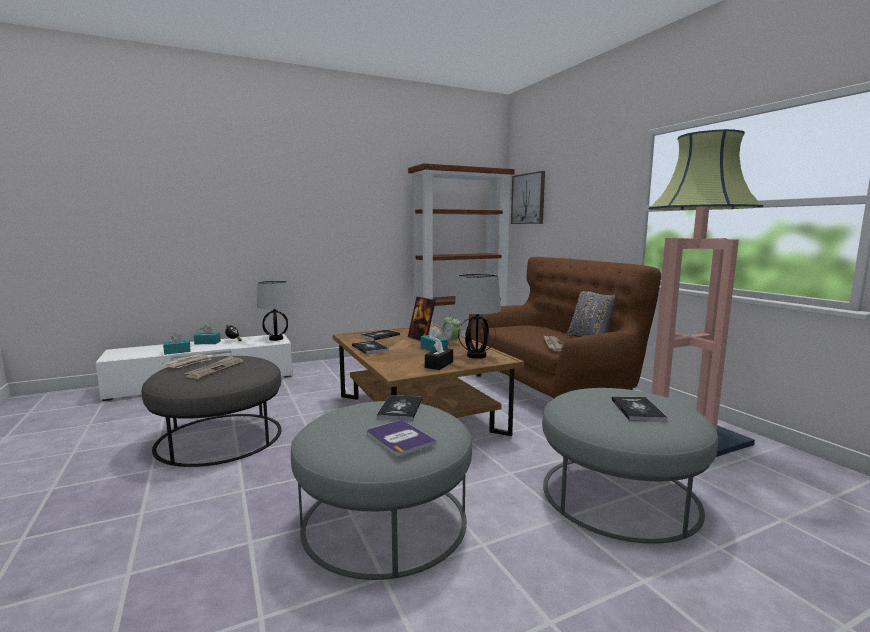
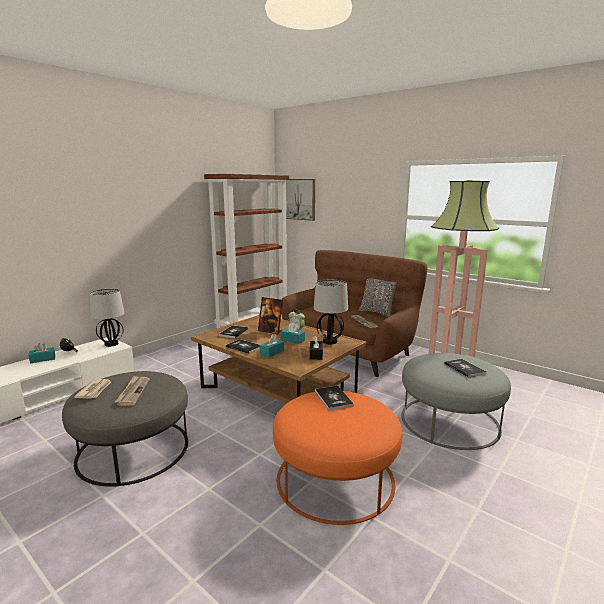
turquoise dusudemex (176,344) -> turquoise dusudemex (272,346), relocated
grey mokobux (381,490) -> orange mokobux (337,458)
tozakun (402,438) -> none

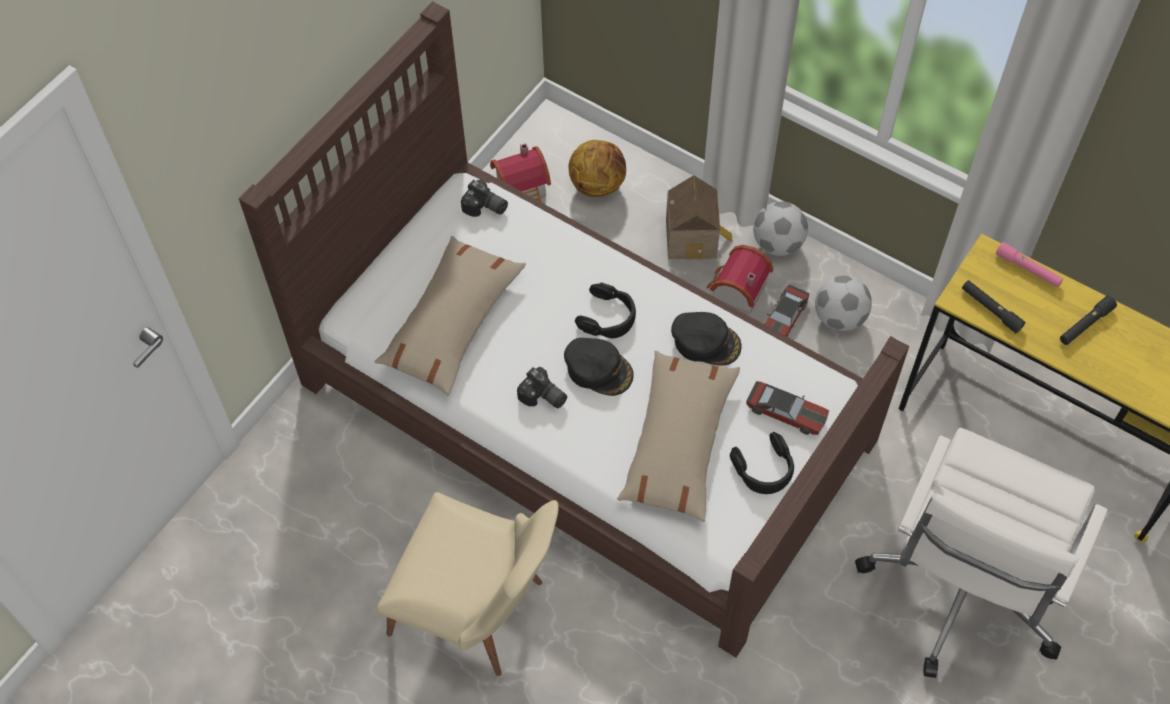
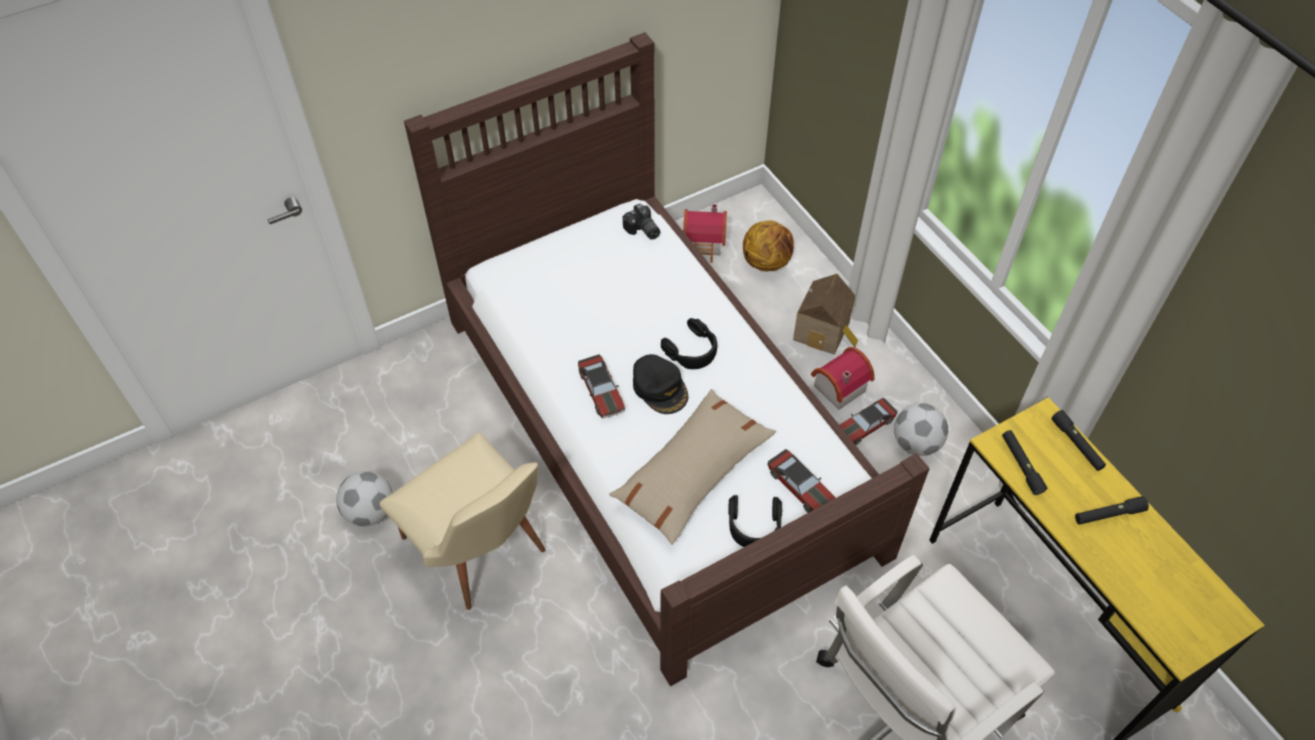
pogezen (780,228) -> pogezen (364,498), relocated
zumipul (542,387) -> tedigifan (601,386)
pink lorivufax (1029,265) -> black lorivufax (1078,440)
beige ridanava (450,316) -> none
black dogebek (706,339) -> none

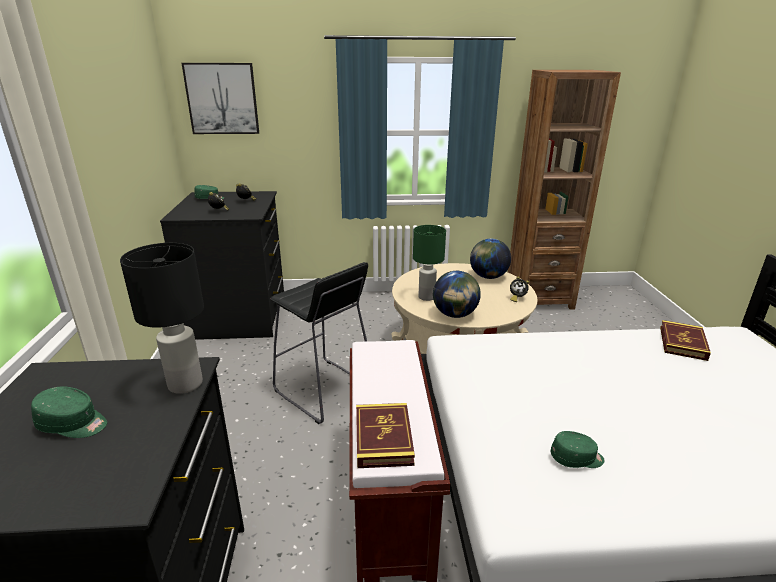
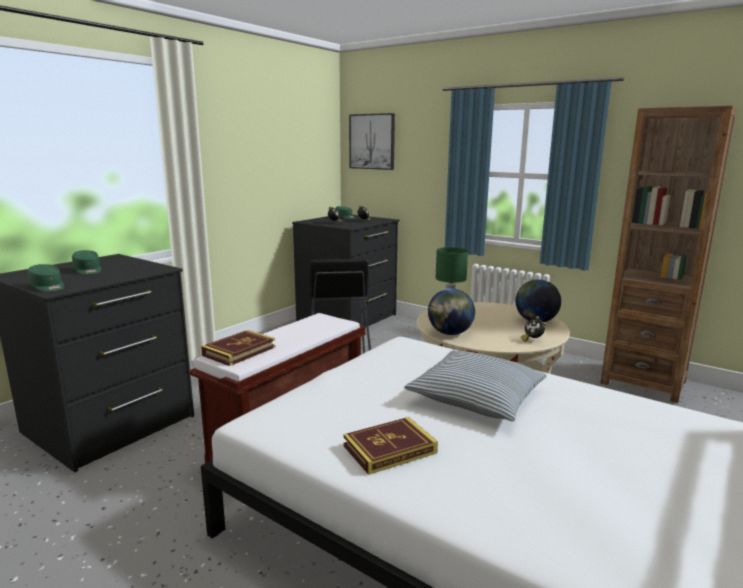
green dogebek (578,449) -> green dogebek (46,278), relocated
tozakun (685,340) -> tozakun (390,446), relocated
none -> ridanava (475,386)
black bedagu (162,318) -> none

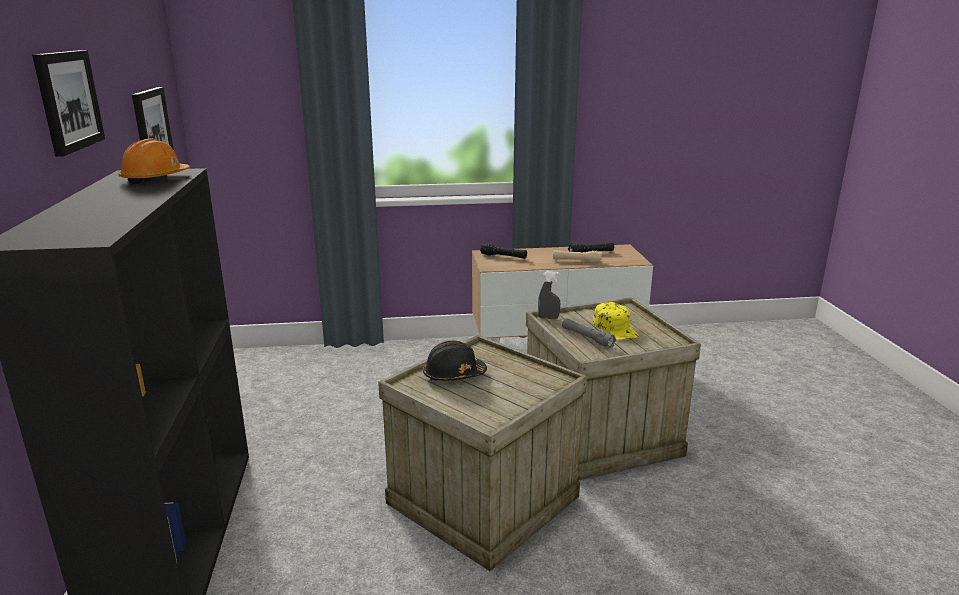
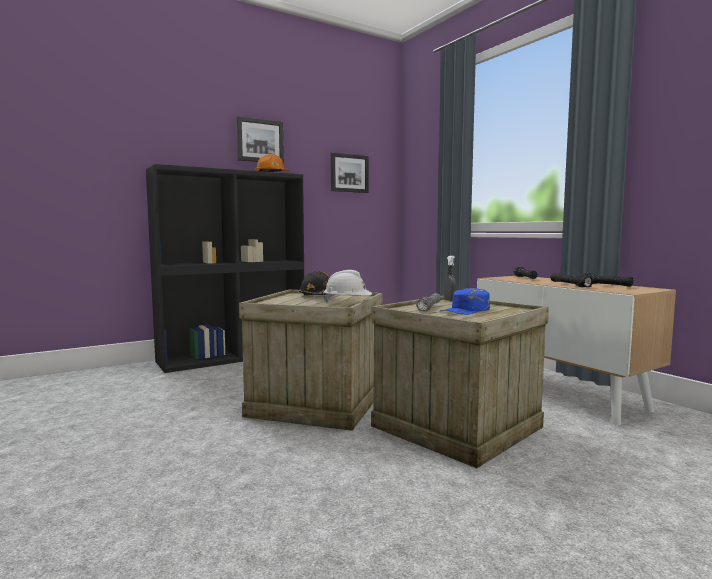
none -> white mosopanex (347,286)
yellow dogebek (616,321) -> blue dogebek (465,301)
beige lorivufax (577,256) -> black lorivufax (572,280)

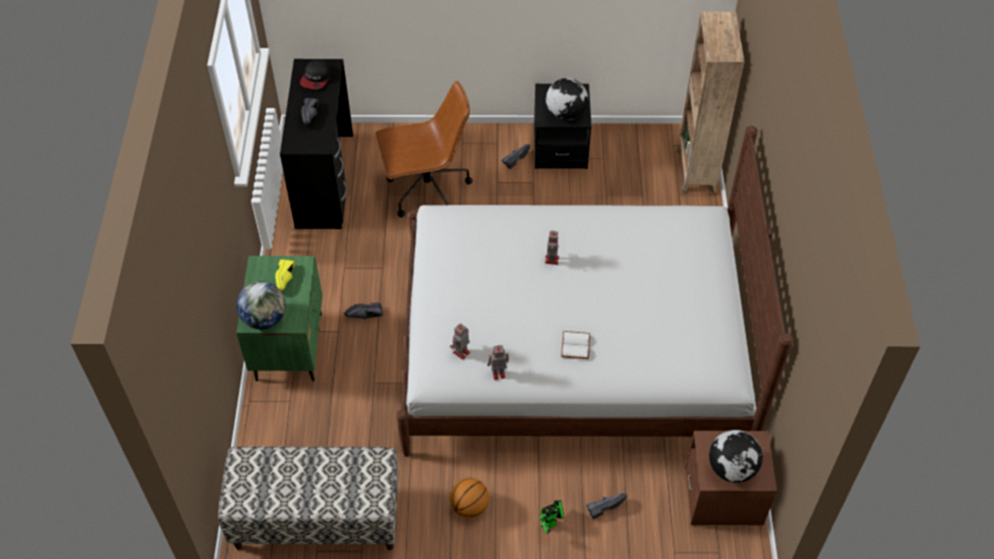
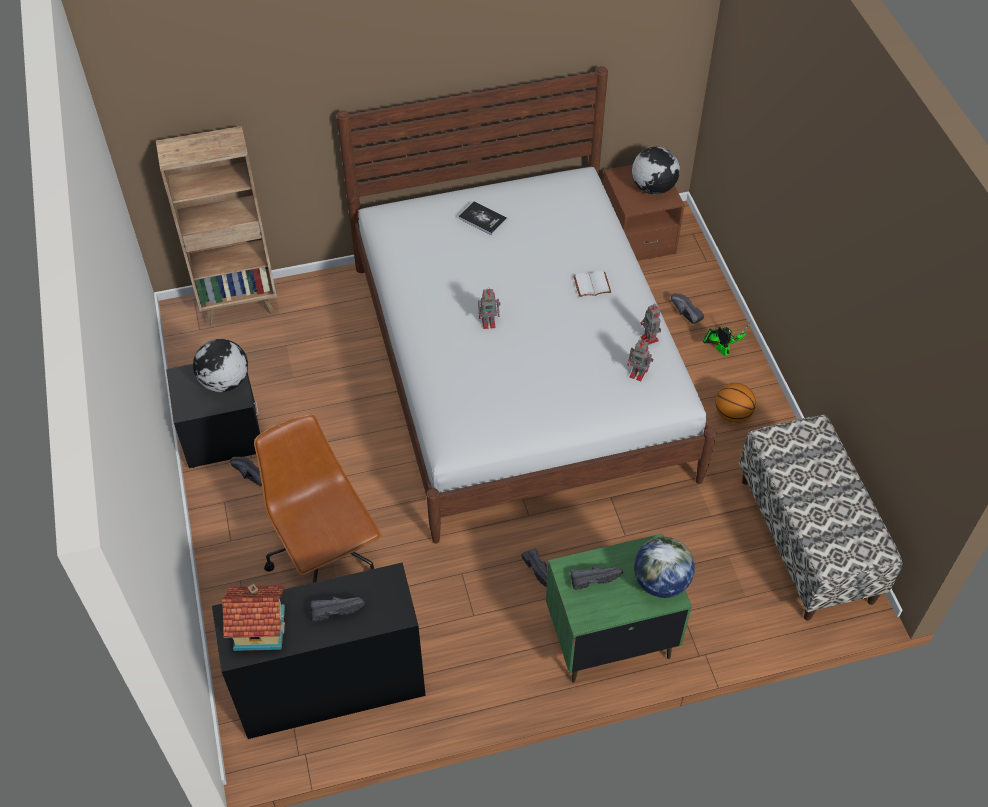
dogebek (315,74) -> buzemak (253,617)
none -> tozakun (482,218)
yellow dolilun (285,275) -> black dolilun (597,578)

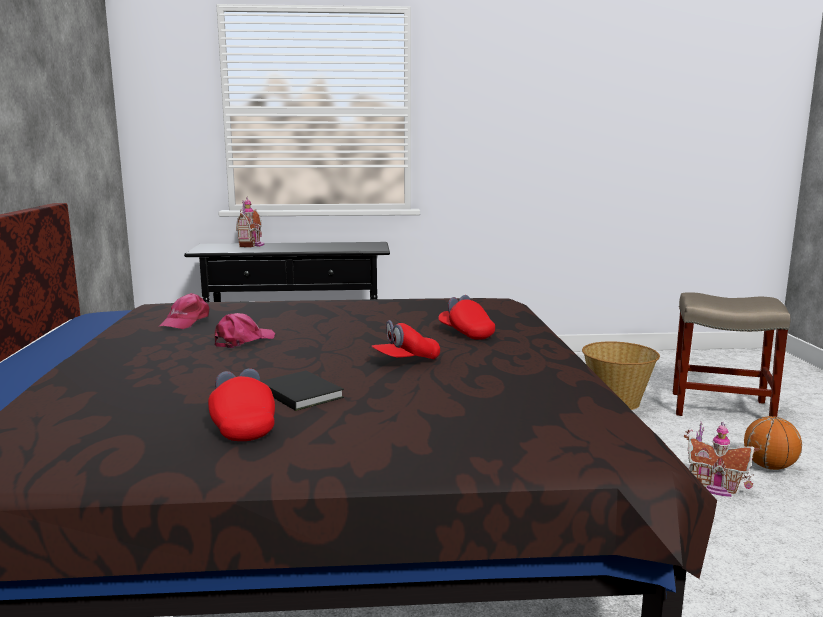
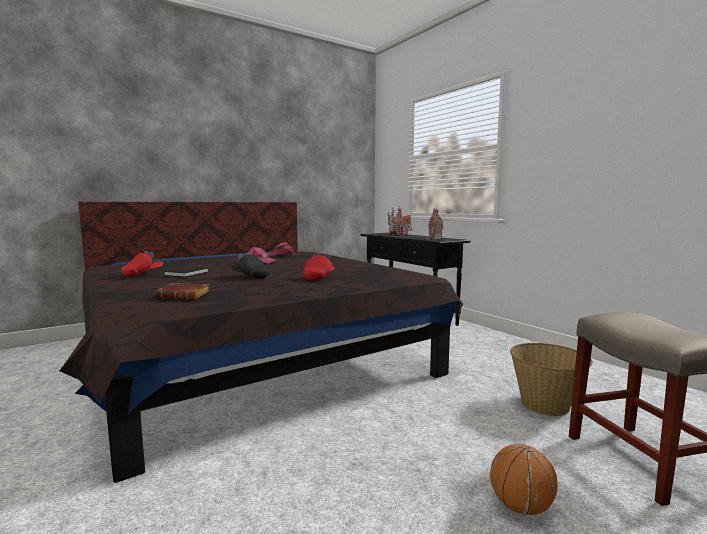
none -> brown tozakun (182,291)
red dogebek (405,339) -> black dogebek (250,265)
buzemak (721,459) -> buzemak (435,223), relocated

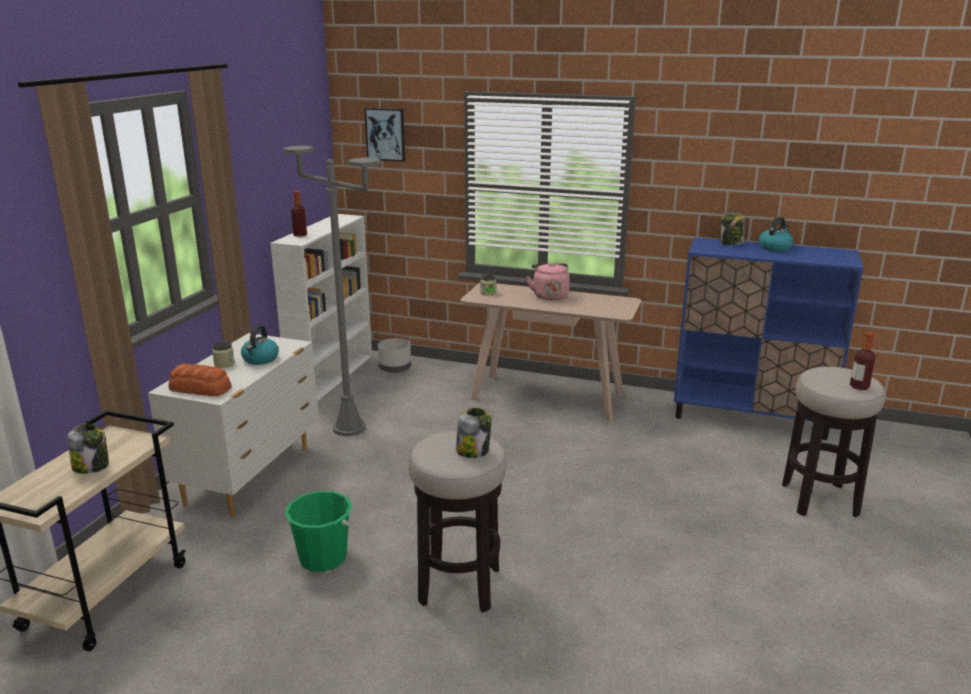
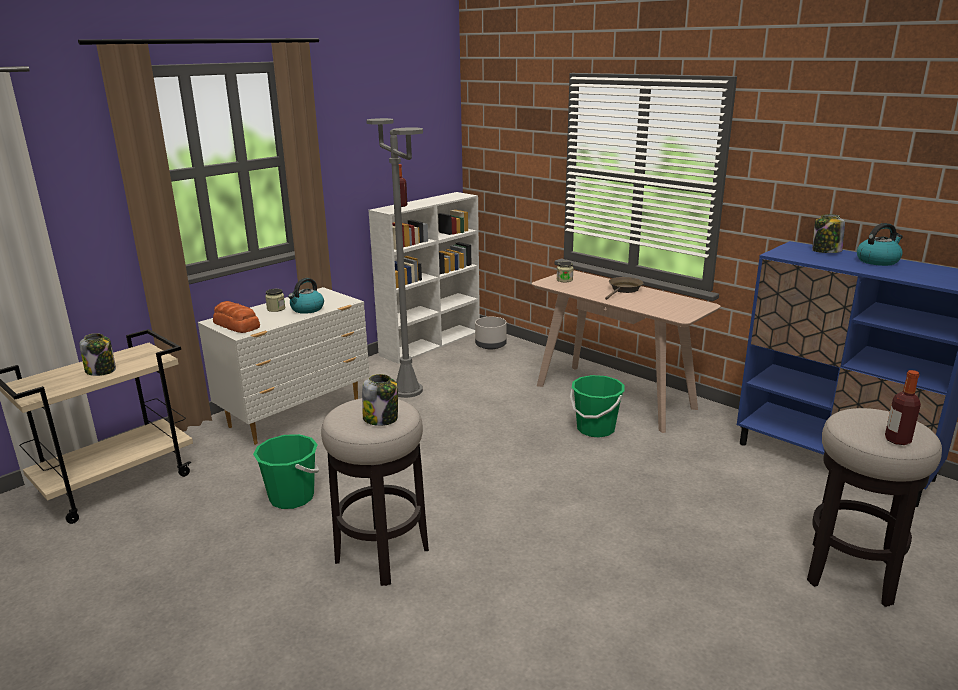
none -> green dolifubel (597,406)
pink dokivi (548,281) -> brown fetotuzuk (624,288)
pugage (384,135) -> none

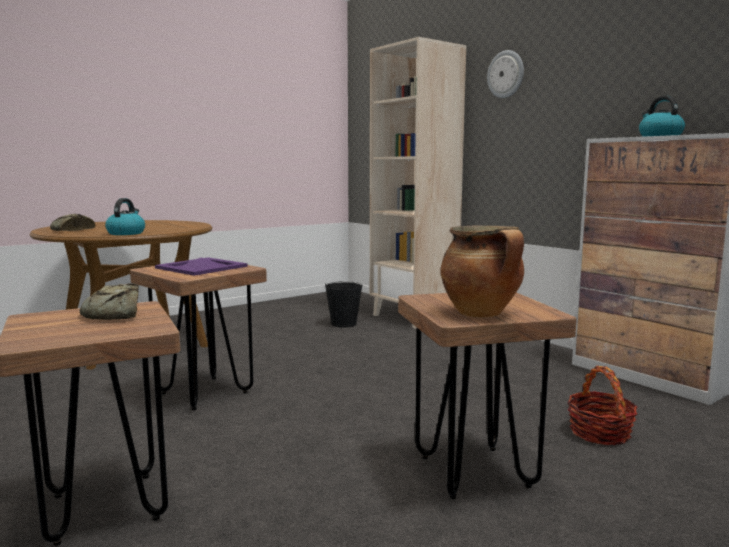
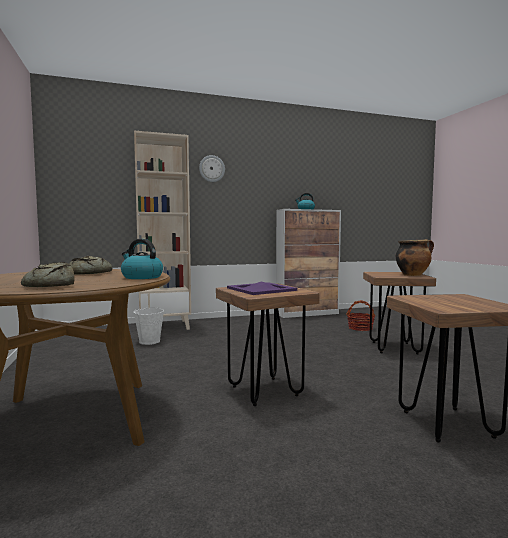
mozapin (109,301) -> mozapin (90,265), relocated
black dolifubel (344,304) -> white dolifubel (148,326)

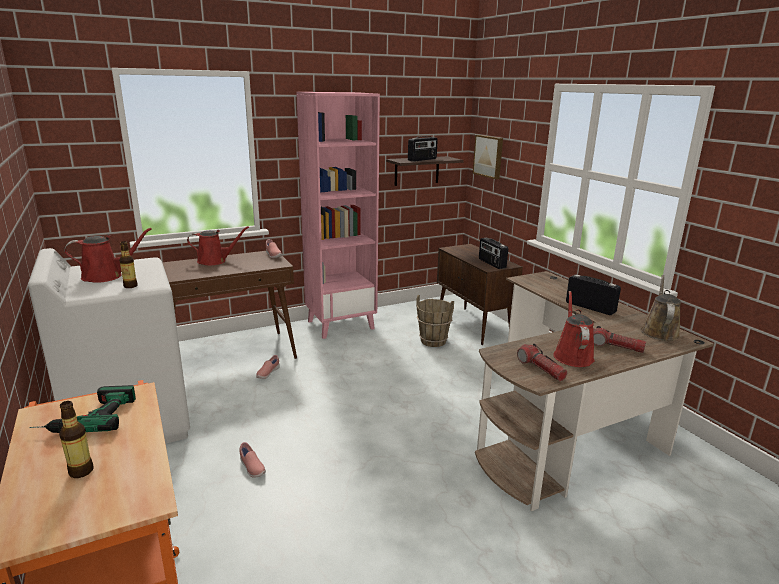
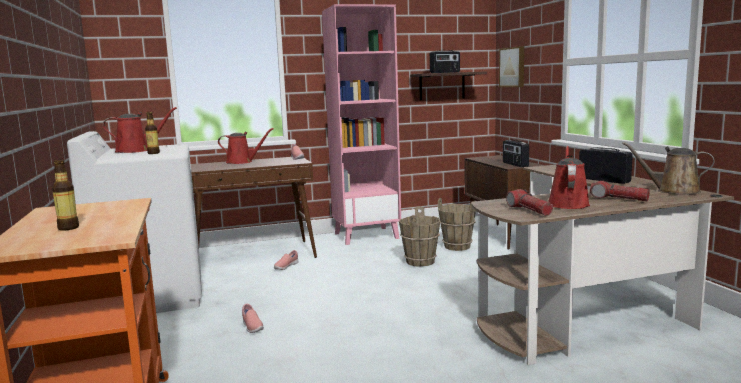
none -> brown dolifubel (419,236)
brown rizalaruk (661,308) -> brown rizalaruk (668,168), 90 degrees counterclockwise
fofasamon (82,409) -> none

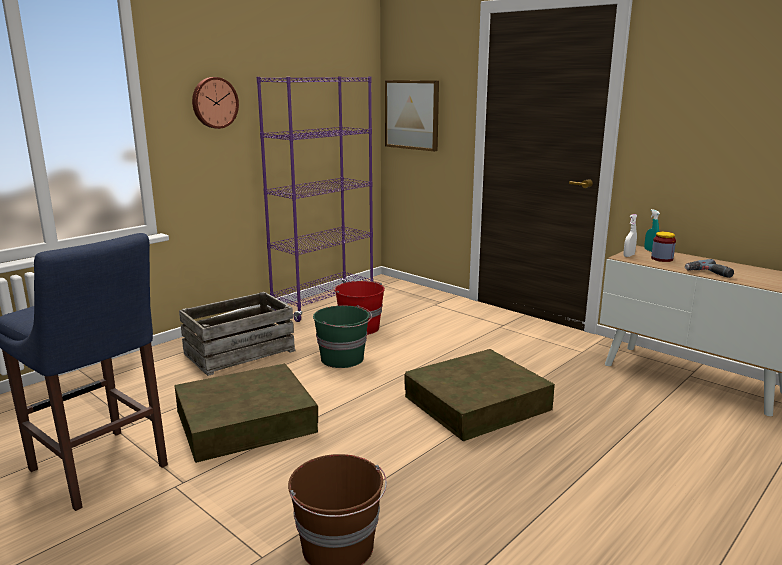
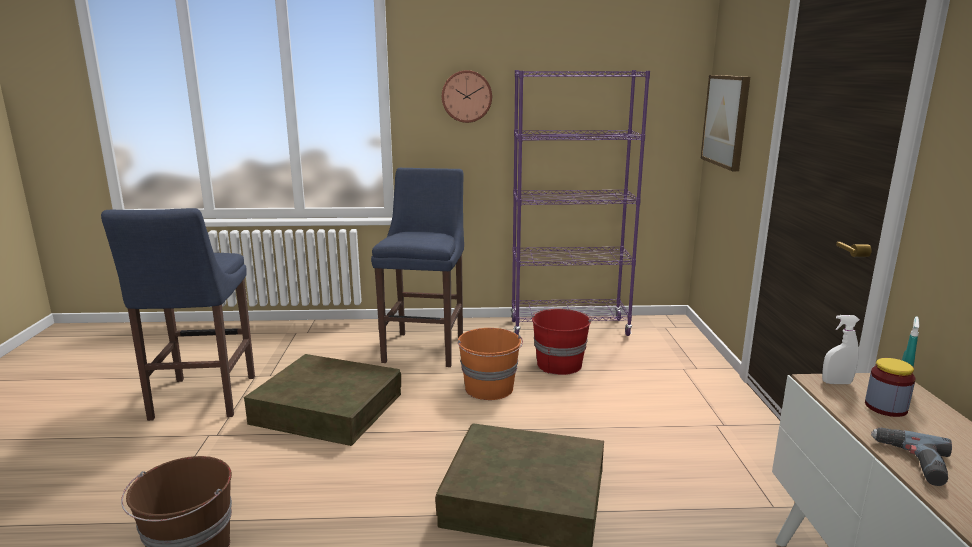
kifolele (237,334) -> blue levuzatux (417,267)
green dolifubel (342,336) -> orange dolifubel (490,364)

